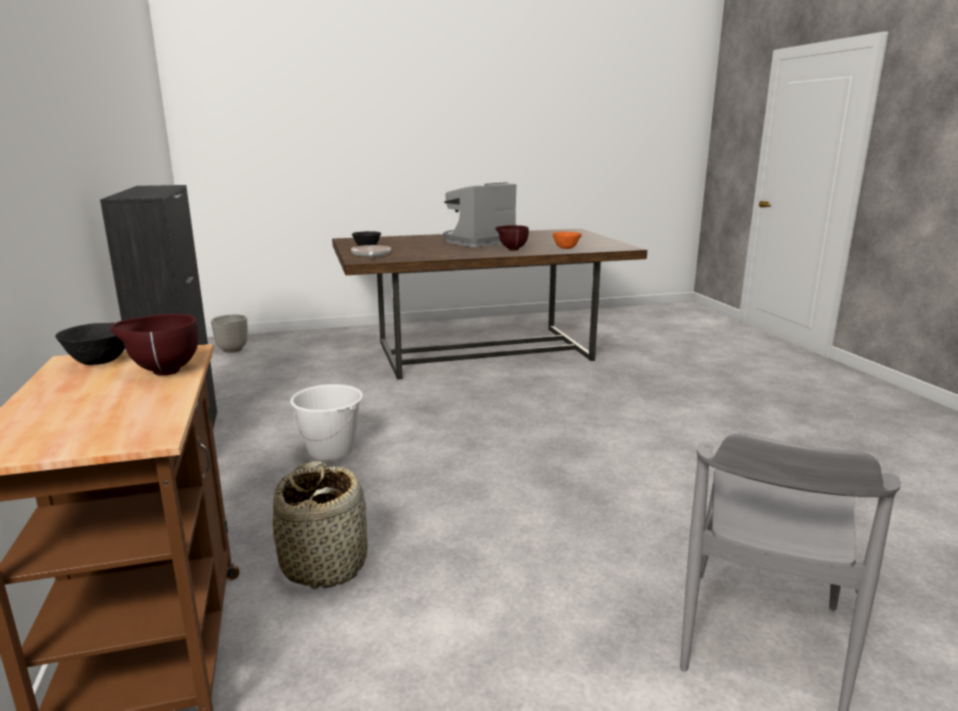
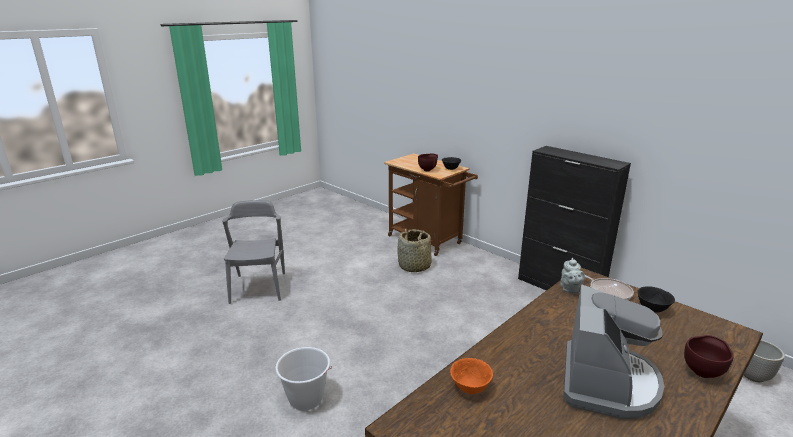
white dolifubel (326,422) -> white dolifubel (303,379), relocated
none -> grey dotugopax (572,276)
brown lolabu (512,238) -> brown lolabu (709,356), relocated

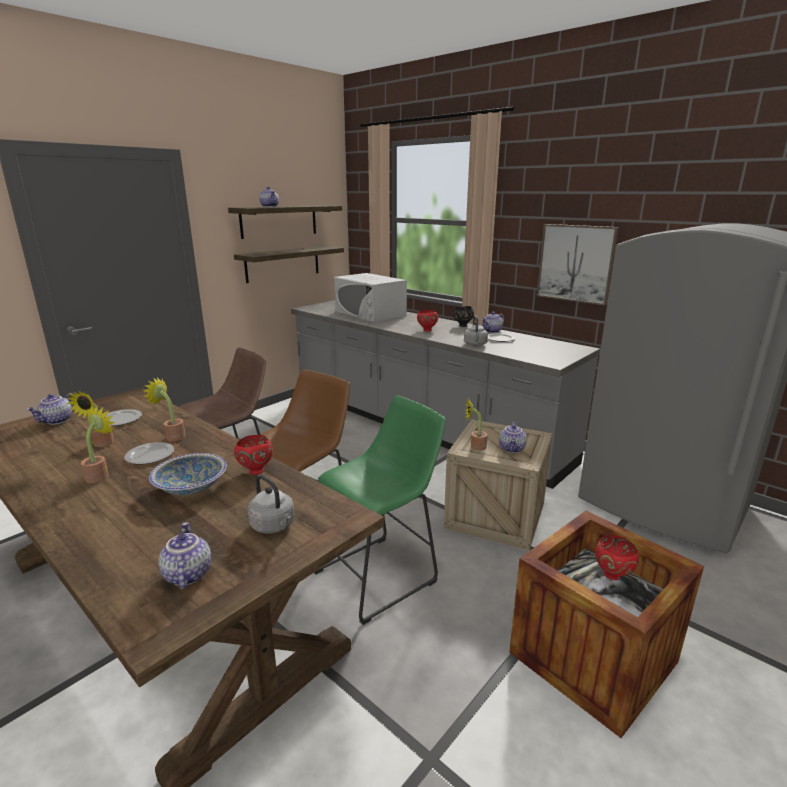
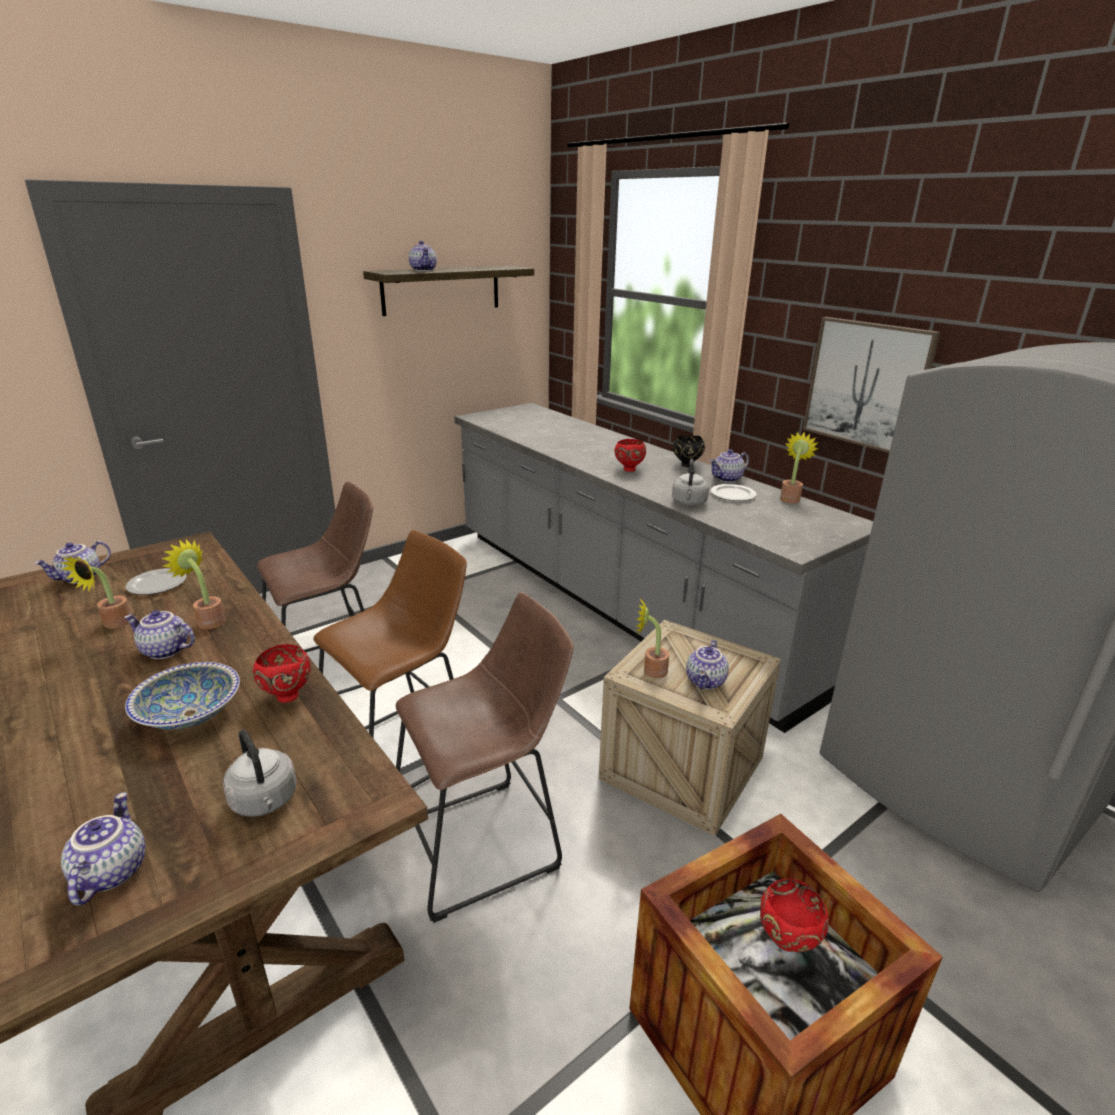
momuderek (149,453) -> dotugopax (159,634)
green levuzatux (380,510) -> brown levuzatux (484,757)
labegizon (98,444) -> labegizon (799,467), relocated
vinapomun (289,264) -> none
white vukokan (370,298) -> none

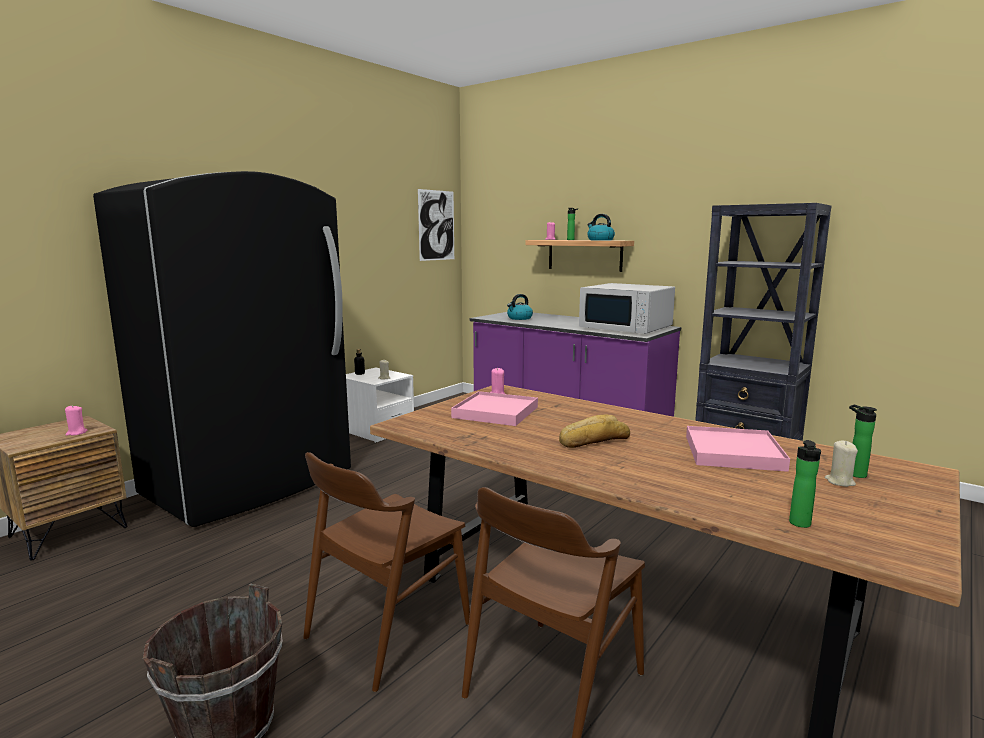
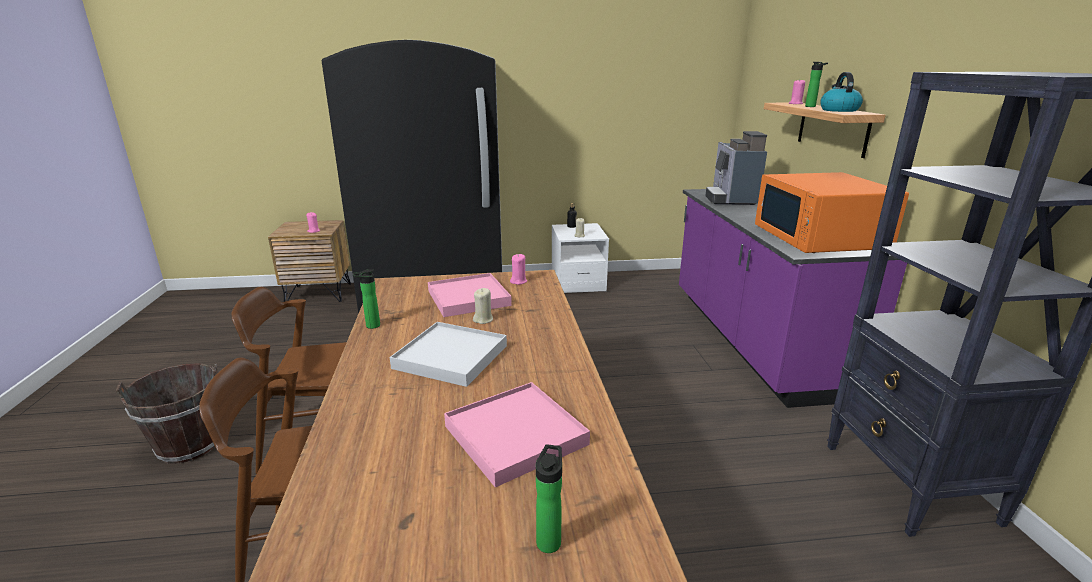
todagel (805,484) -> todagel (366,299), relocated
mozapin (594,431) -> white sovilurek (448,354)
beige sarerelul (841,464) -> beige sarerelul (483,306), relocated
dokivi (520,307) -> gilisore (736,168)
white vukokan (627,308) -> orange vukokan (832,212)
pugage (436,225) -> none

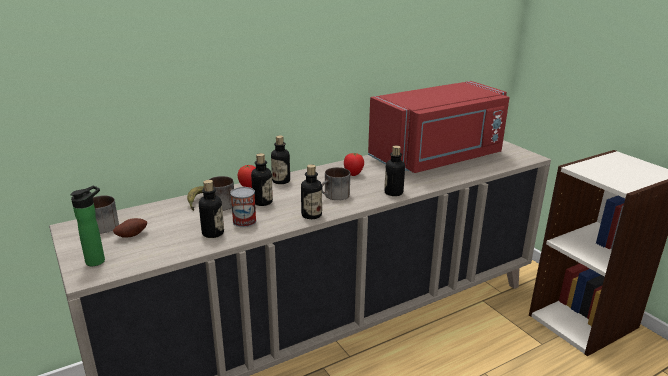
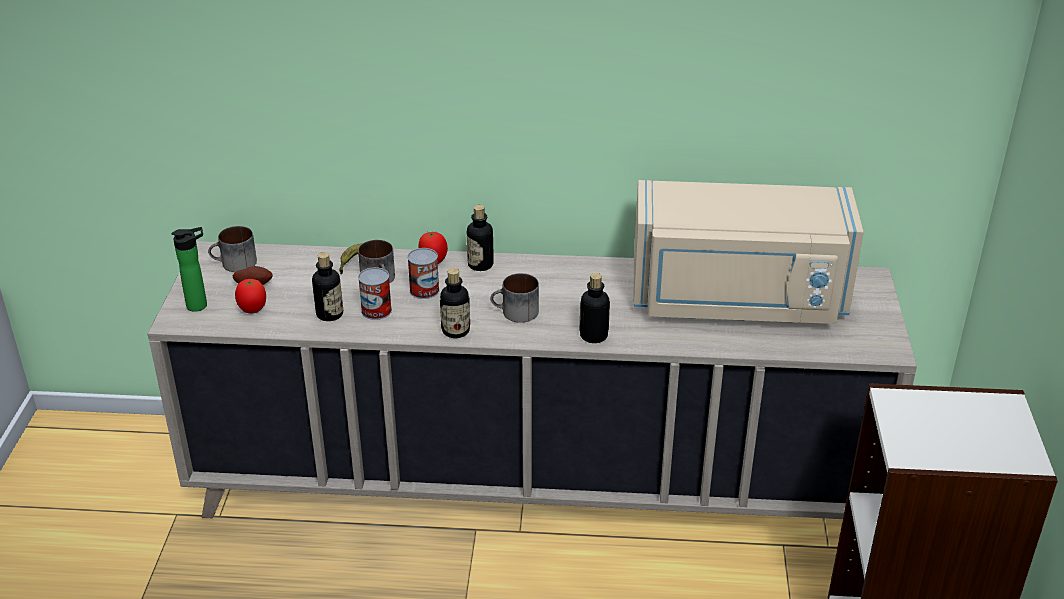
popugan (354,164) -> popugan (250,296), relocated
todagel (262,179) -> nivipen (423,273)
red vukokan (439,127) -> beige vukokan (748,252)

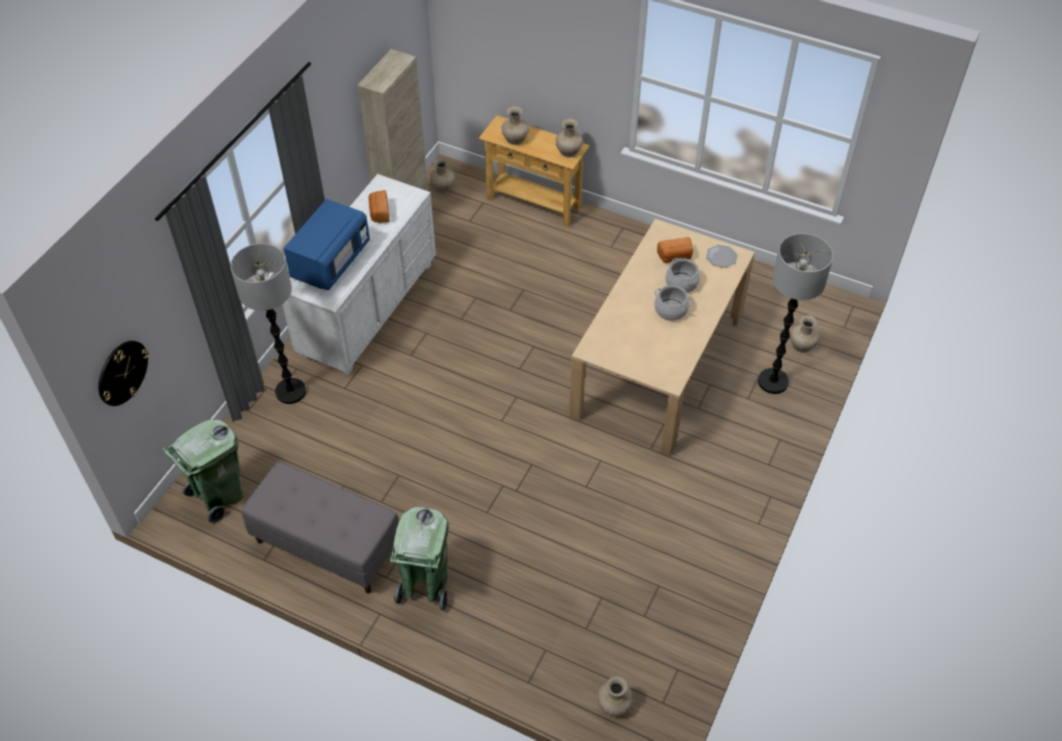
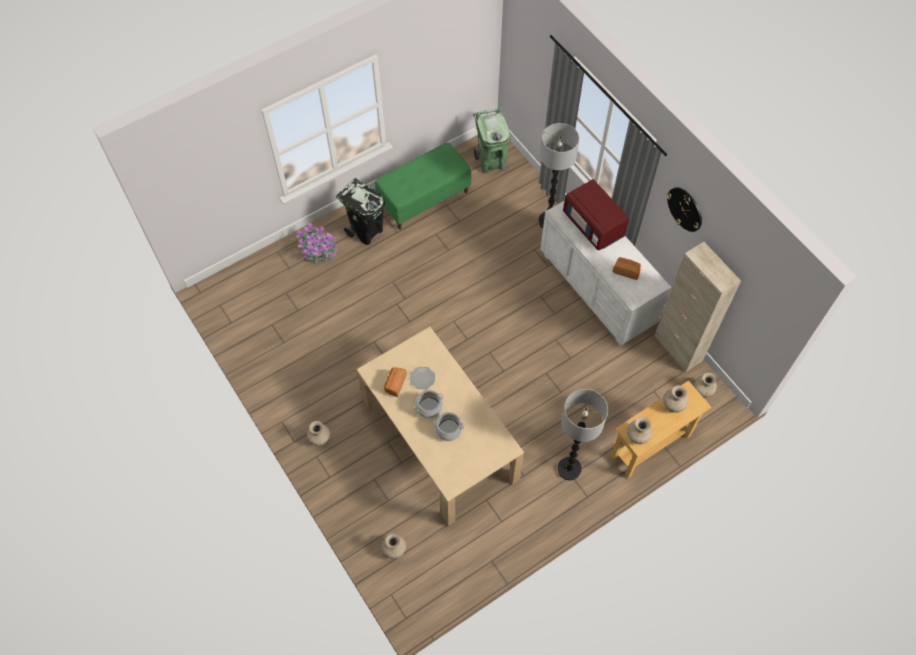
none -> labegizon (317,243)
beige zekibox (615,696) -> beige zekibox (318,433), relocated
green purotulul (419,559) -> black purotulul (360,211)
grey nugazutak (320,527) -> green nugazutak (423,185)
mozapin (675,250) -> mozapin (395,382), relocated
momuderek (722,256) -> momuderek (422,378), relocated
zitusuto (795,313) -> zitusuto (582,435), relocated
blue vukokan (327,244) -> red vukokan (596,214)
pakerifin (123,373) -> pakerifin (684,209), relocated

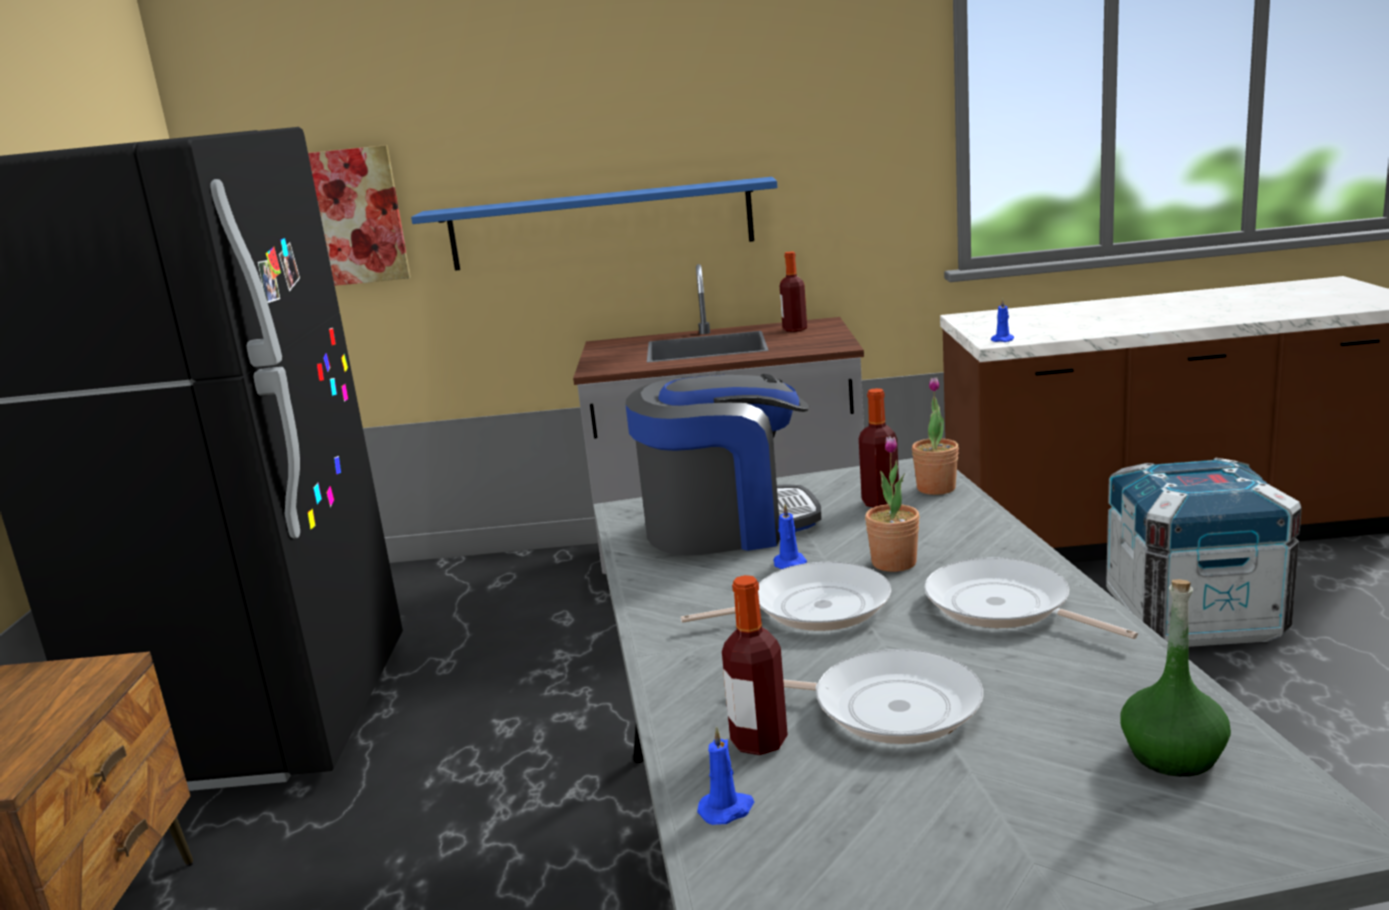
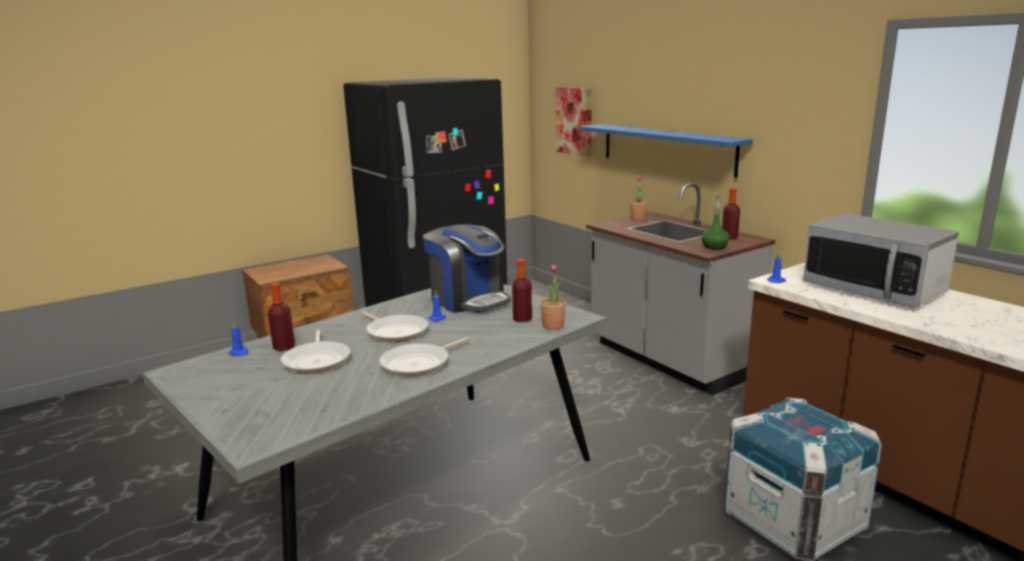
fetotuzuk (1031,598) -> fetotuzuk (424,357), 150 degrees counterclockwise
labegizon (892,504) -> labegizon (639,198), relocated
green todagel (1175,678) -> green todagel (715,223), relocated
none -> vukokan (881,260)

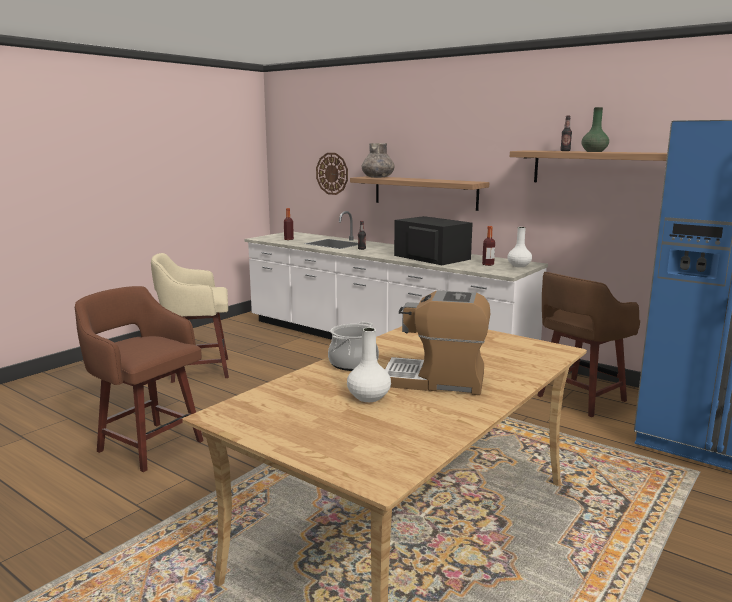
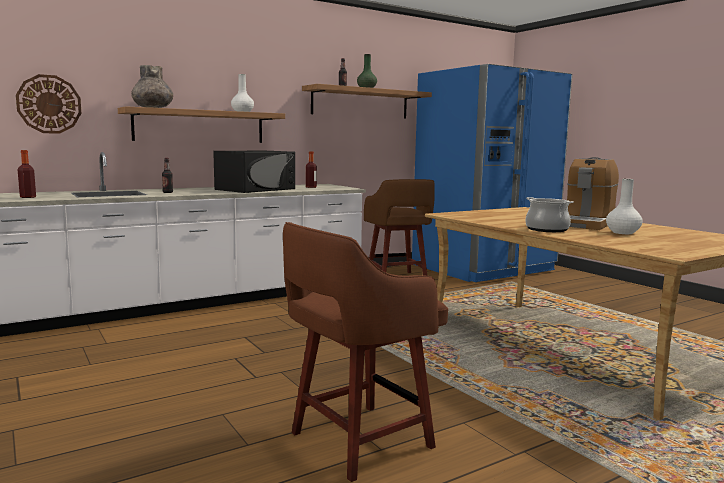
black vukokan (433,240) -> black vukokan (254,172), 150 degrees clockwise
white zekibox (519,247) -> white zekibox (242,93), relocated
beige levuzatux (190,318) -> none

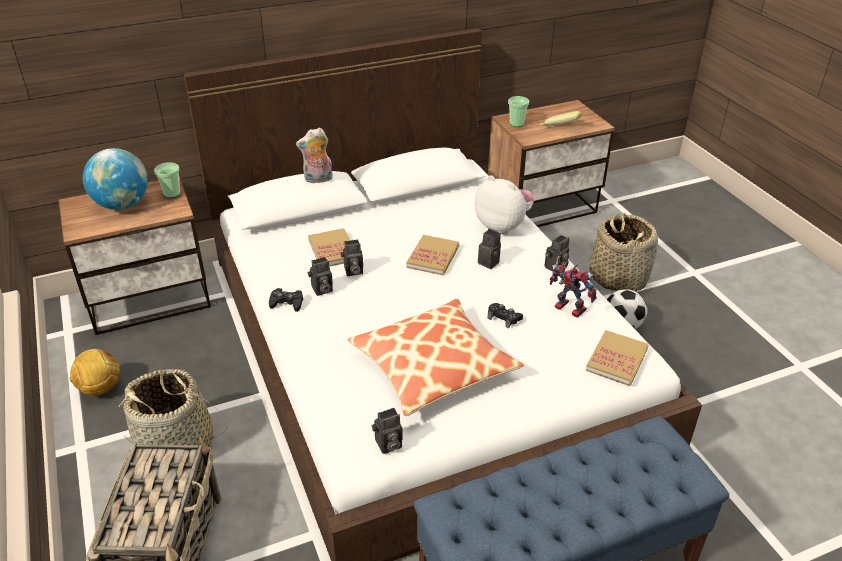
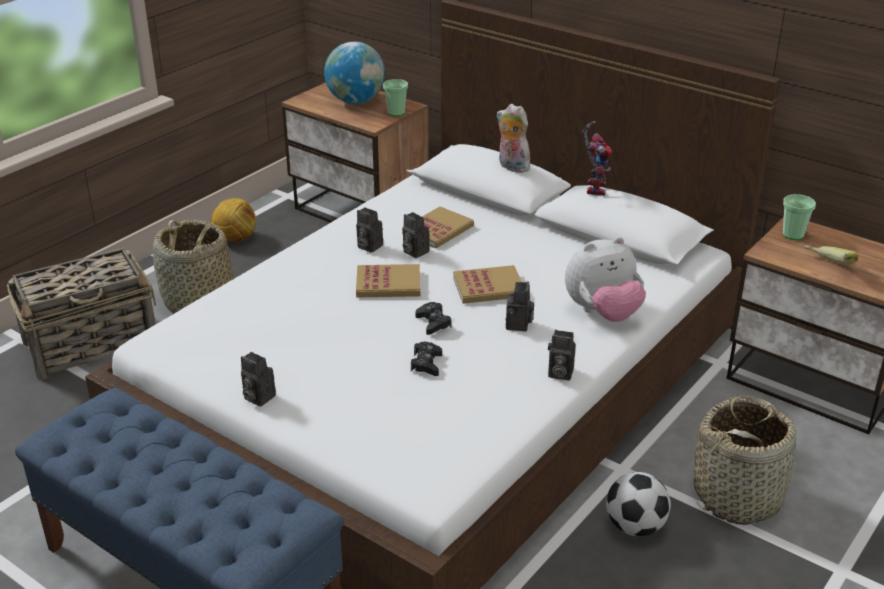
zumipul (387,431) -> zumipul (258,379), relocated
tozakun (617,358) -> tozakun (388,281), relocated
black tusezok (286,300) -> black tusezok (433,318), relocated
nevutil (504,205) -> nevutil (605,279), 60 degrees clockwise
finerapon (573,286) -> finerapon (597,158), relocated
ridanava (436,357) -> none

